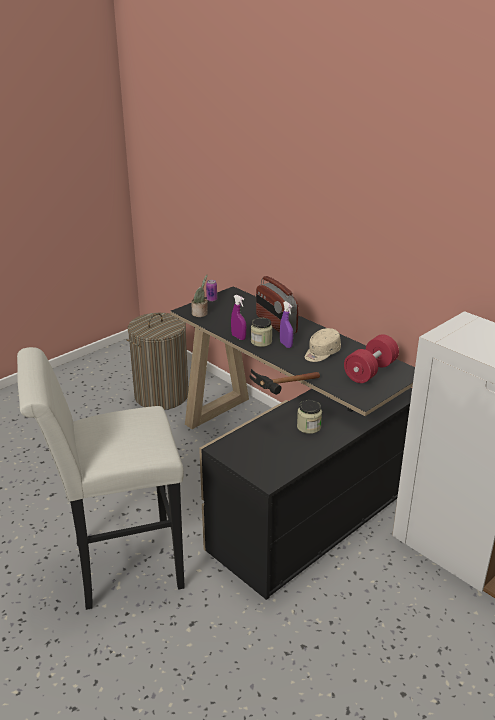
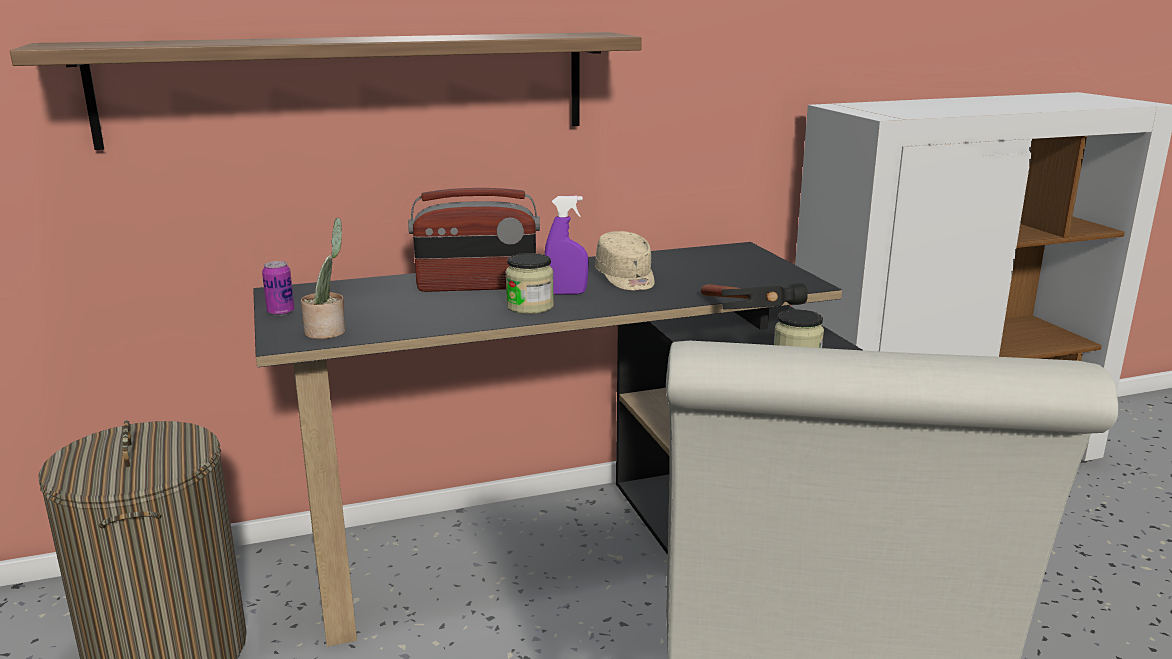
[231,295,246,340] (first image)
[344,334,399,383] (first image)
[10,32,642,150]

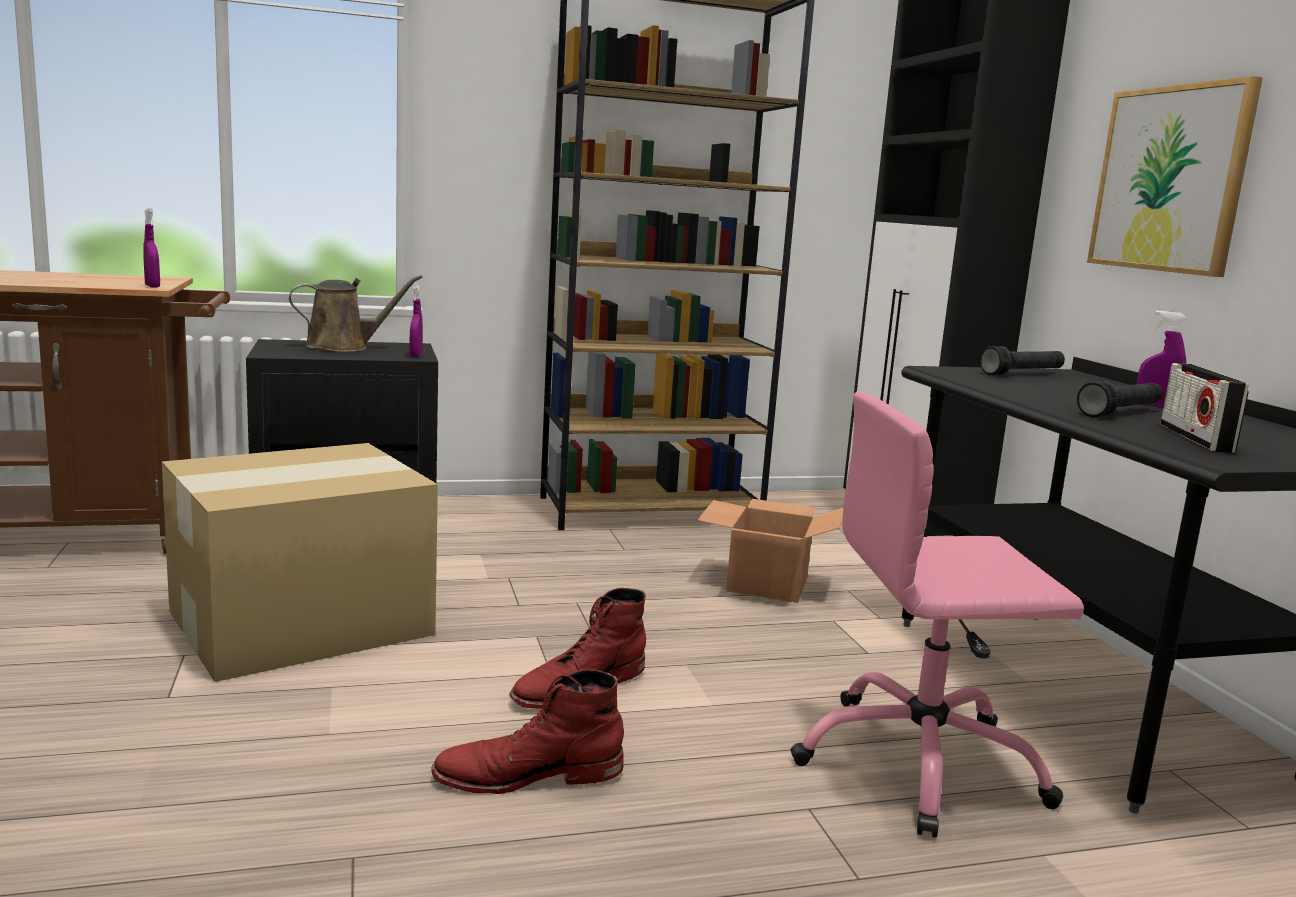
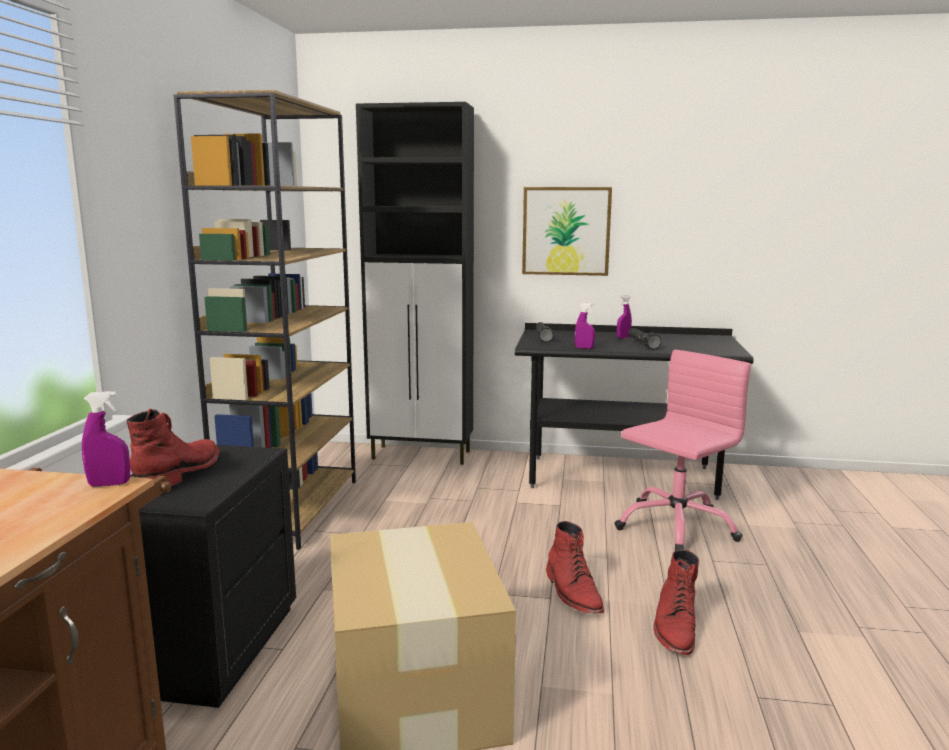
[126,409,219,486]
[575,303,595,349]
[697,499,843,603] (first image)
[614,350,751,551]
[1160,363,1249,453] (first image)

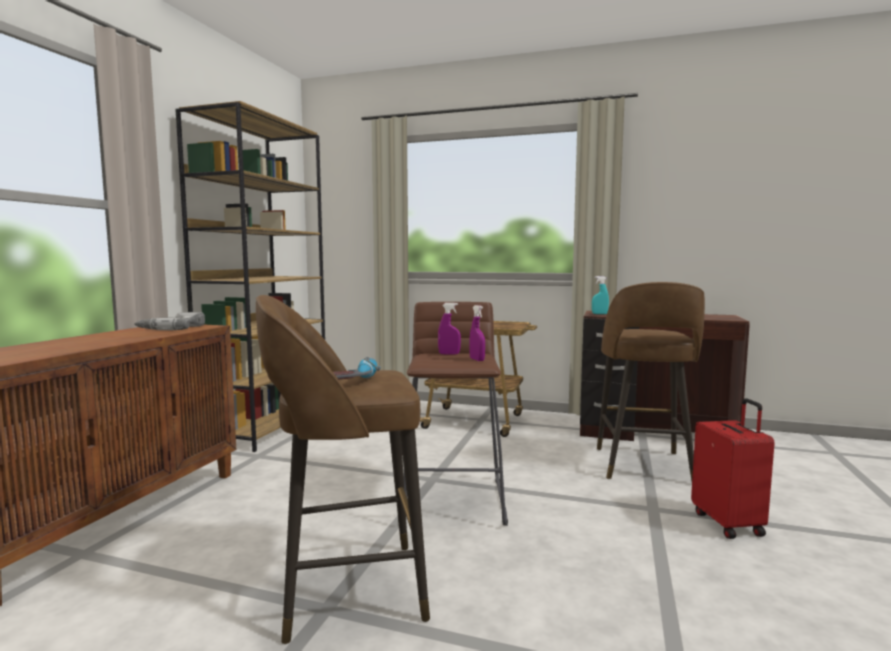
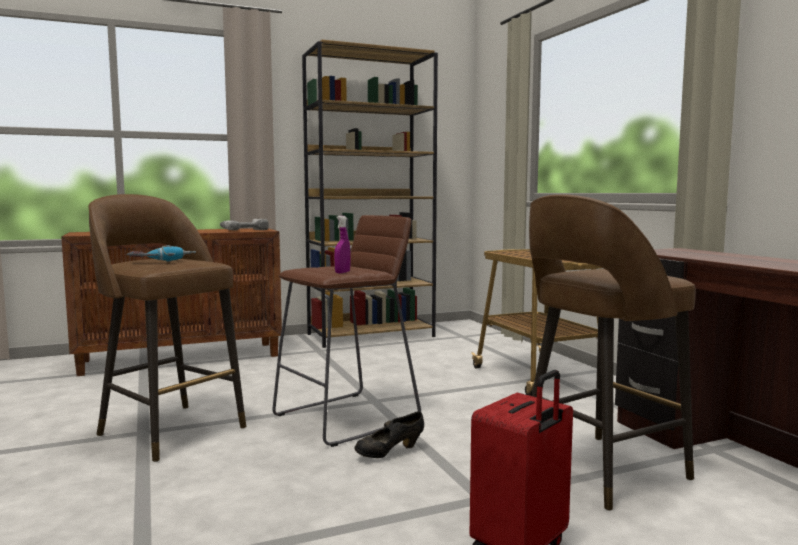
[438,303,461,355] (first image)
[592,276,609,314] (first image)
[354,412,424,458]

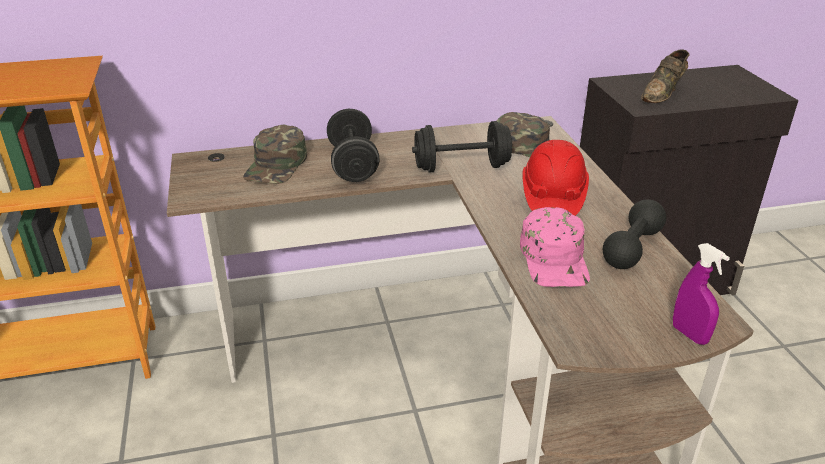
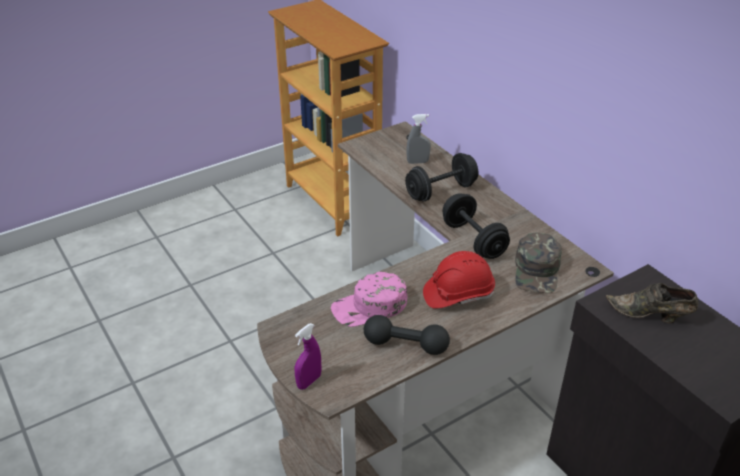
[406,114,431,164]

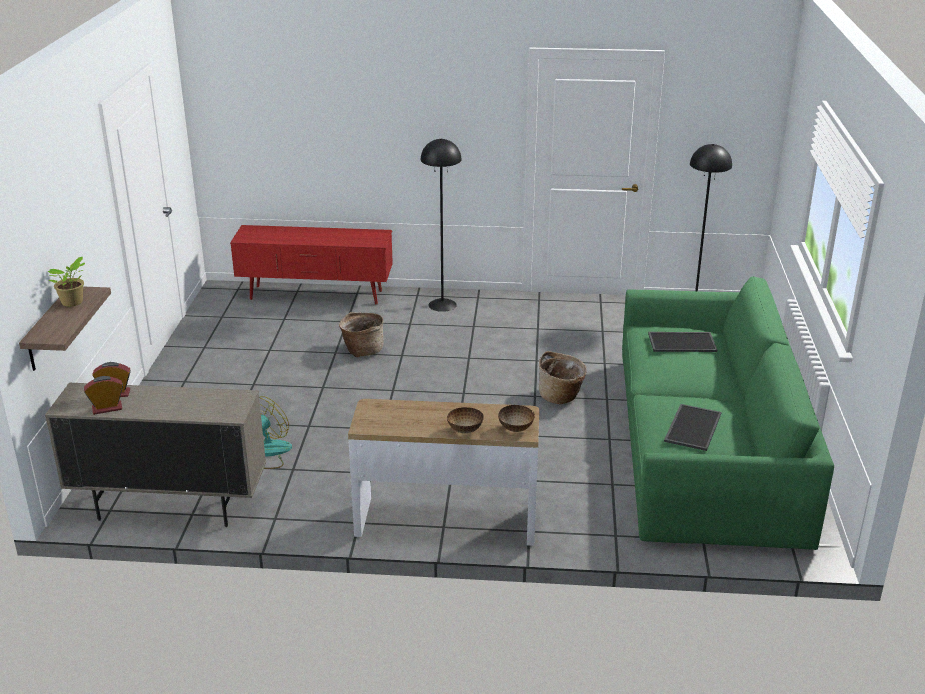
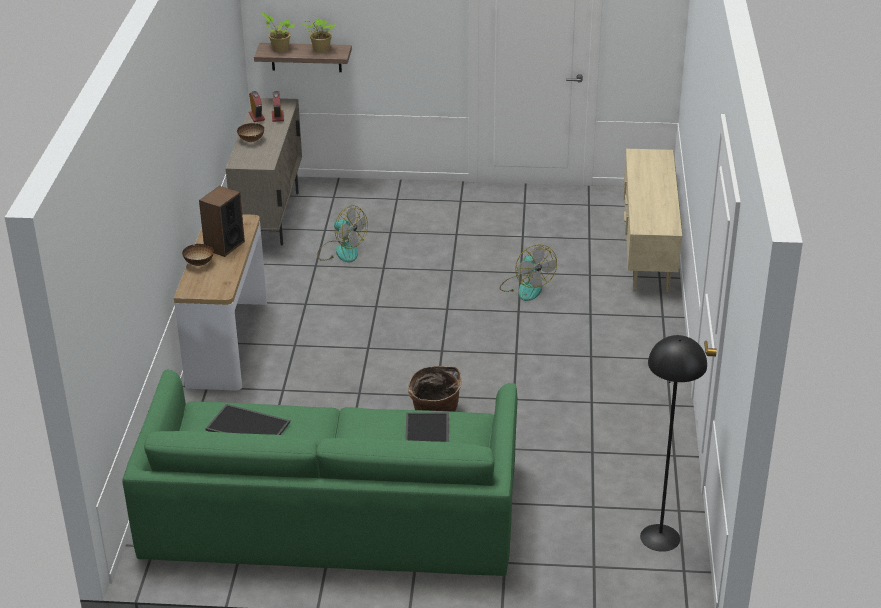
[624,149,683,292]
[500,245,557,301]
[421,139,462,312] (first image)
[237,123,264,142]
[199,186,245,257]
[261,12,295,52]

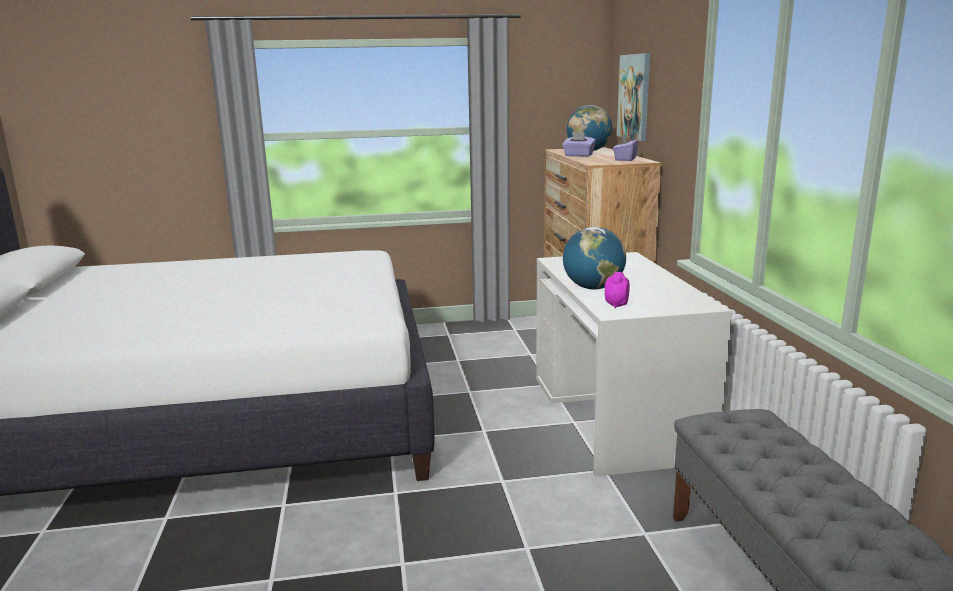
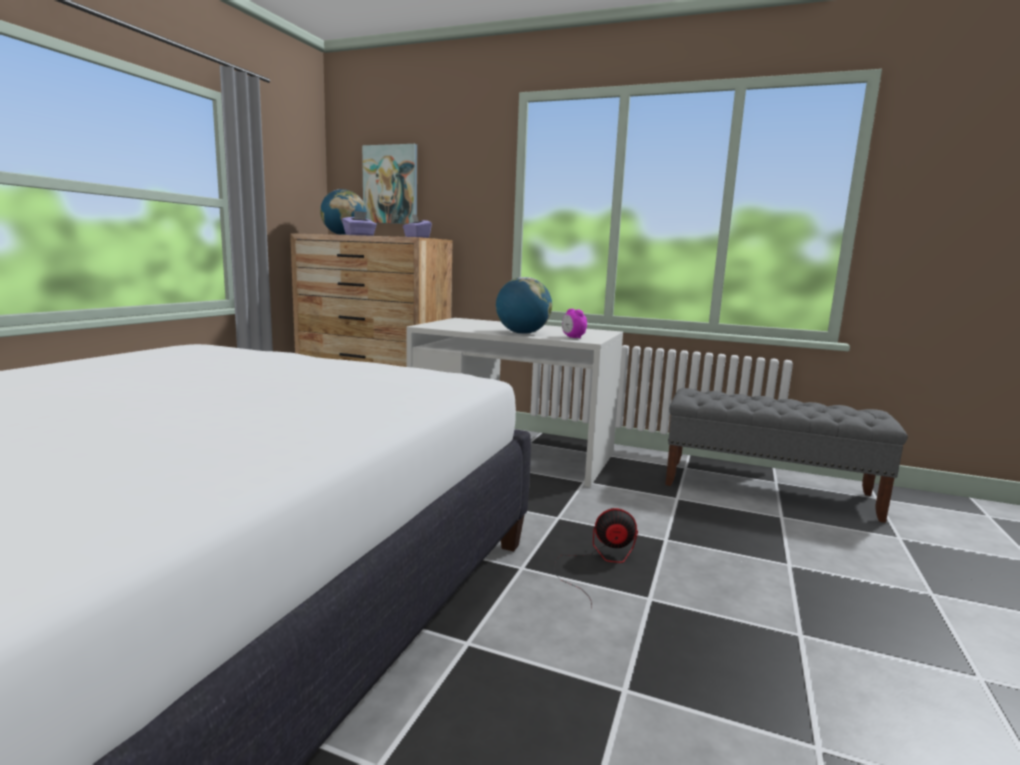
[554,508,638,609]

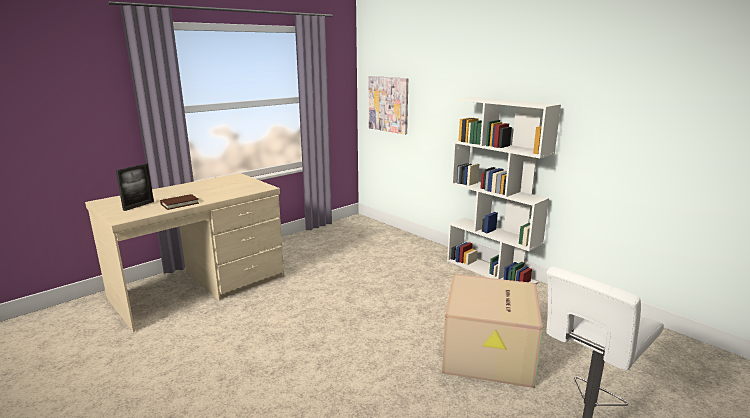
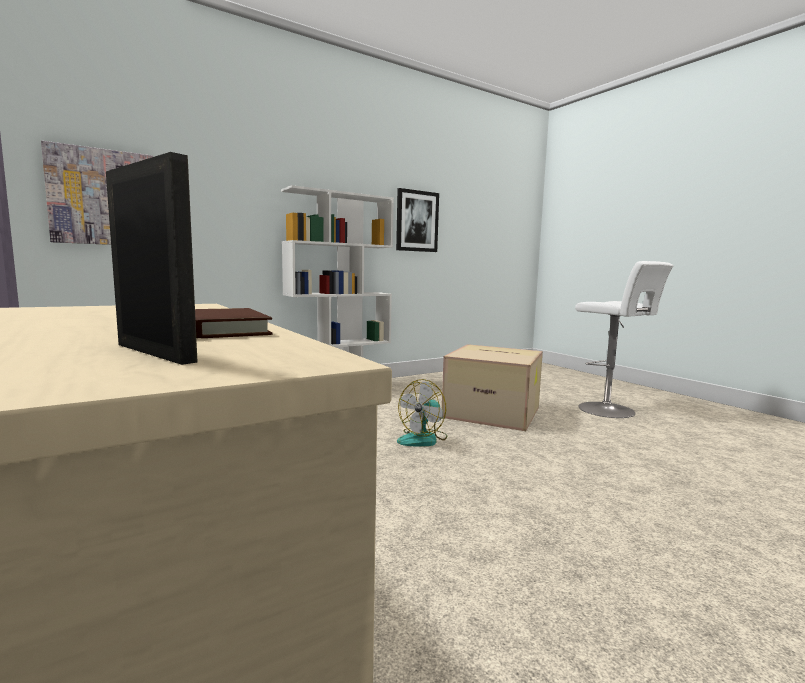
[396,188,439,252]
[397,379,447,447]

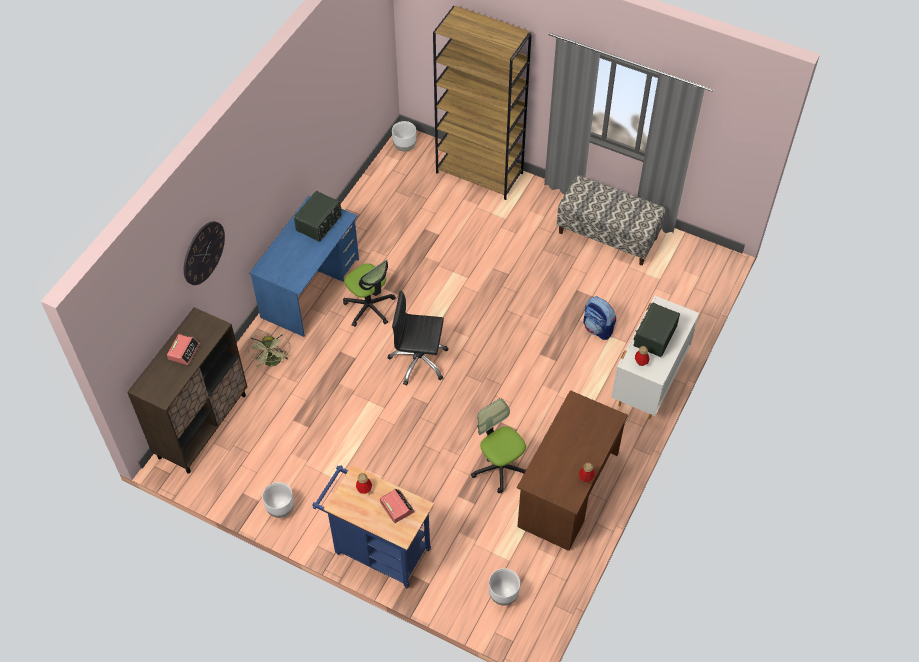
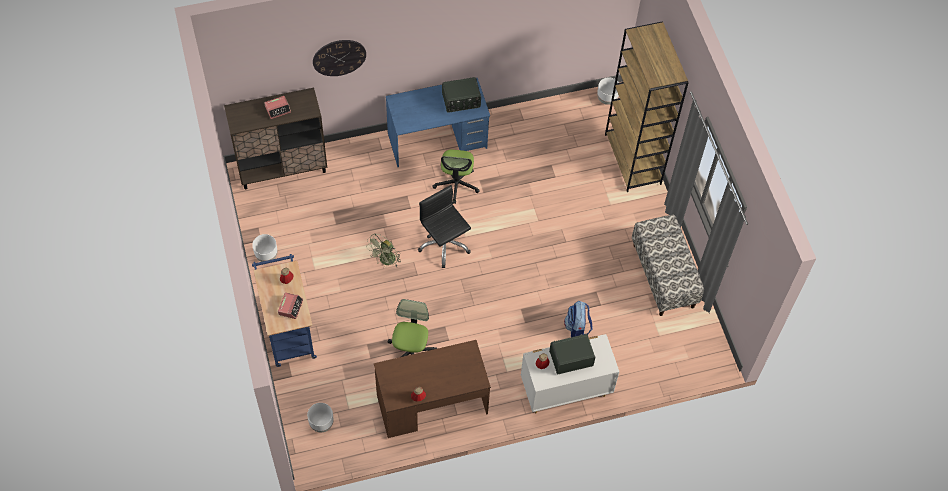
[366,233,401,268]

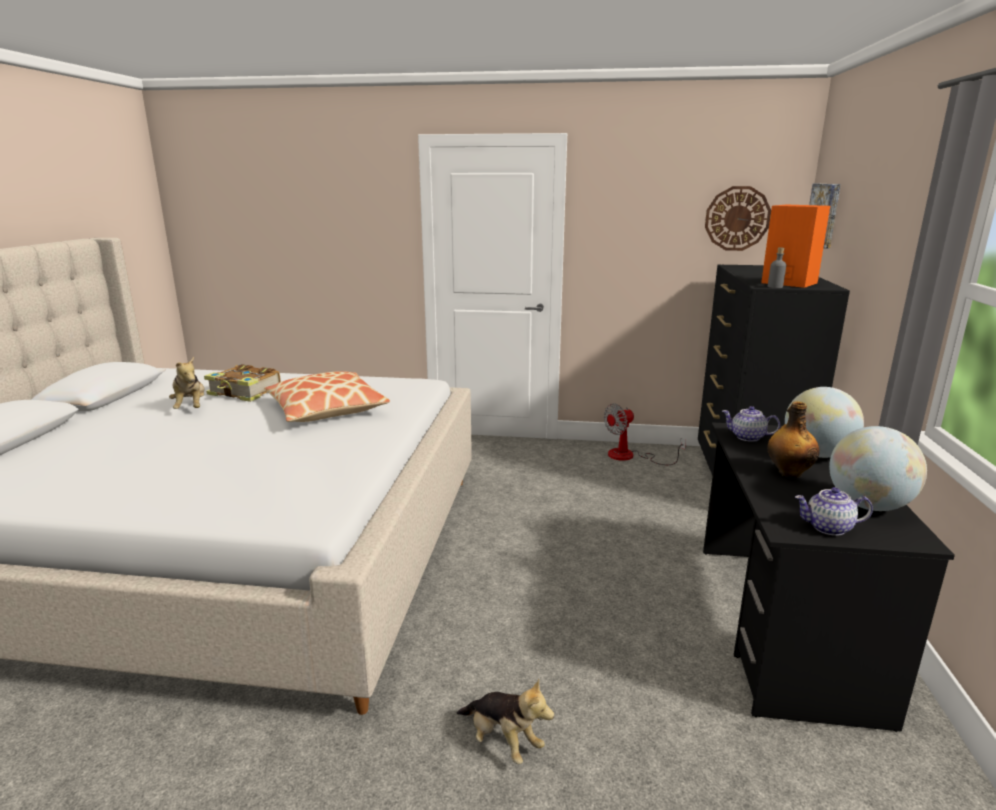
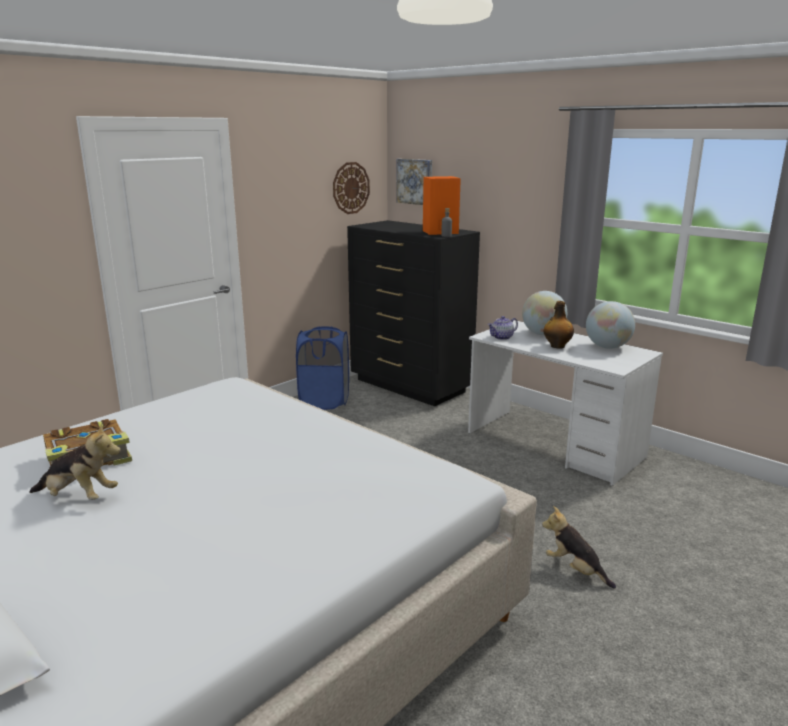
[264,371,390,422] (first image)
[542,506,616,589]
[296,326,349,410]
[468,320,663,486]
[795,487,873,536] (first image)

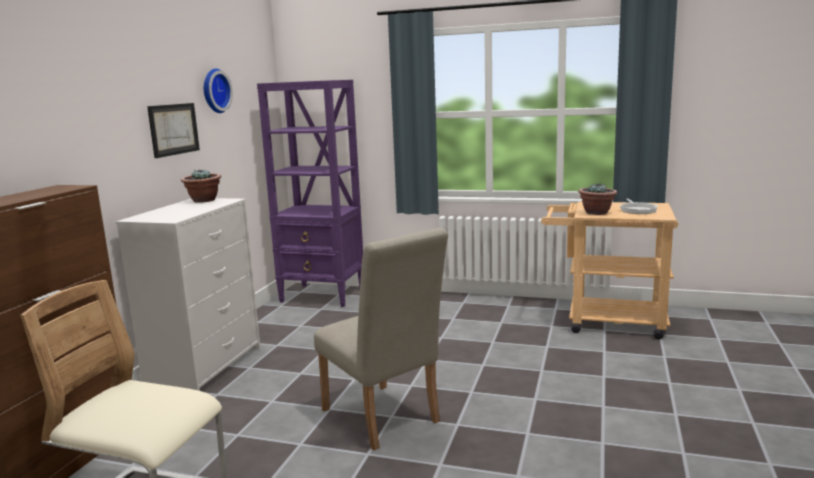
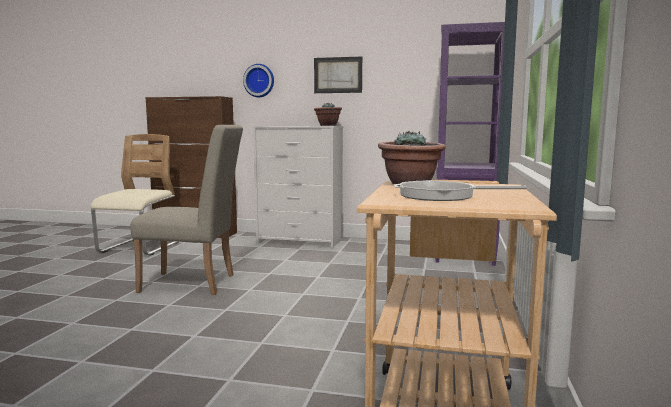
[243,64,274,97]
[131,125,243,295]

